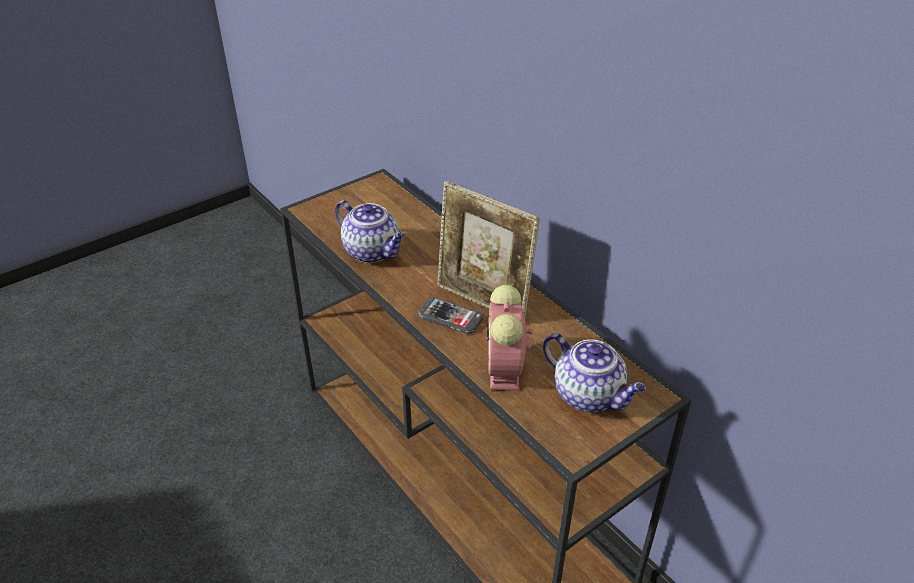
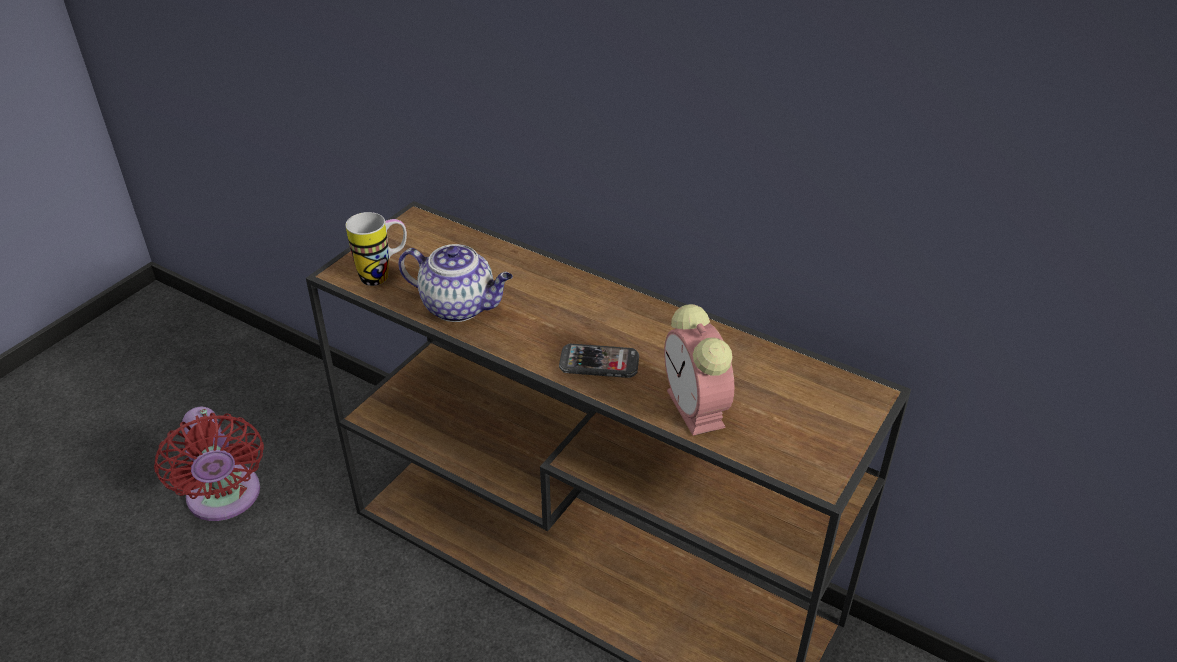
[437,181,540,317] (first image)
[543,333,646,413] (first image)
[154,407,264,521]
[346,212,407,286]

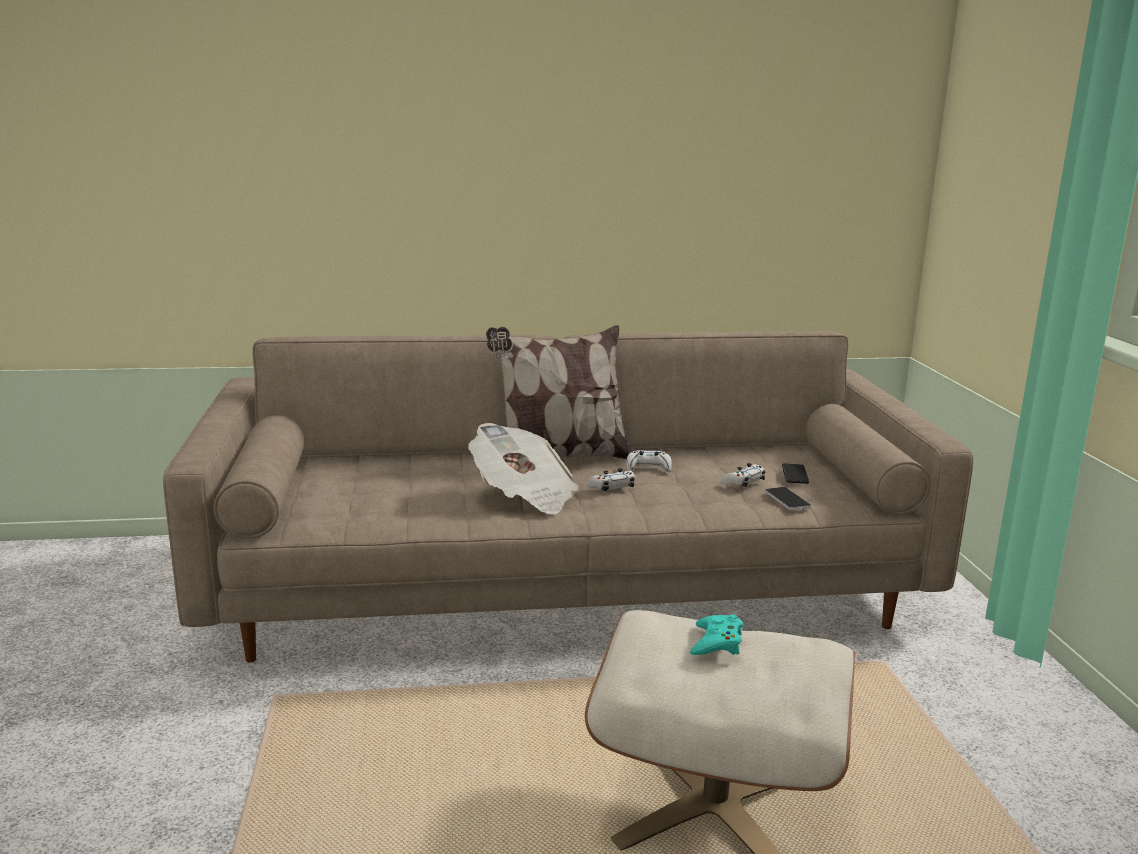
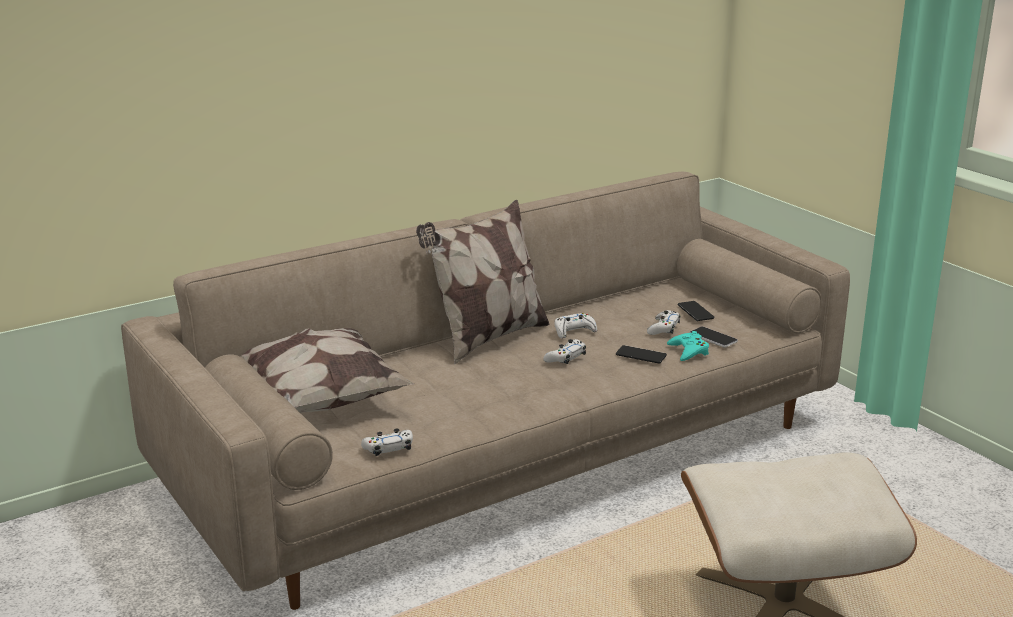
[468,423,579,515] (first image)
[667,331,709,361]
[241,328,414,413]
[361,428,413,456]
[616,345,667,363]

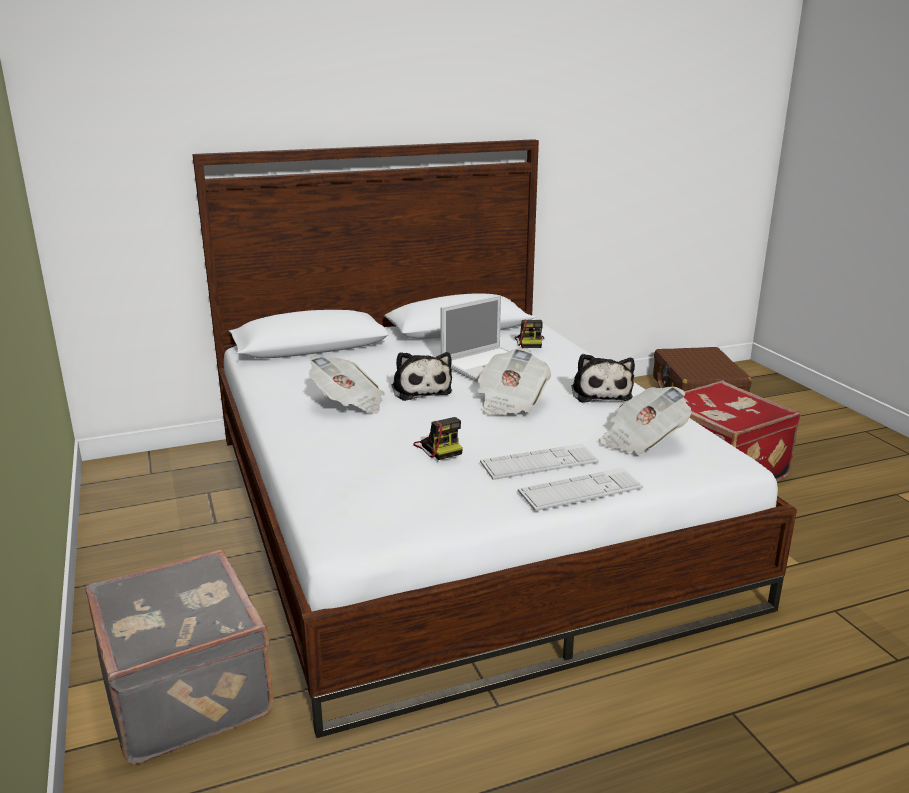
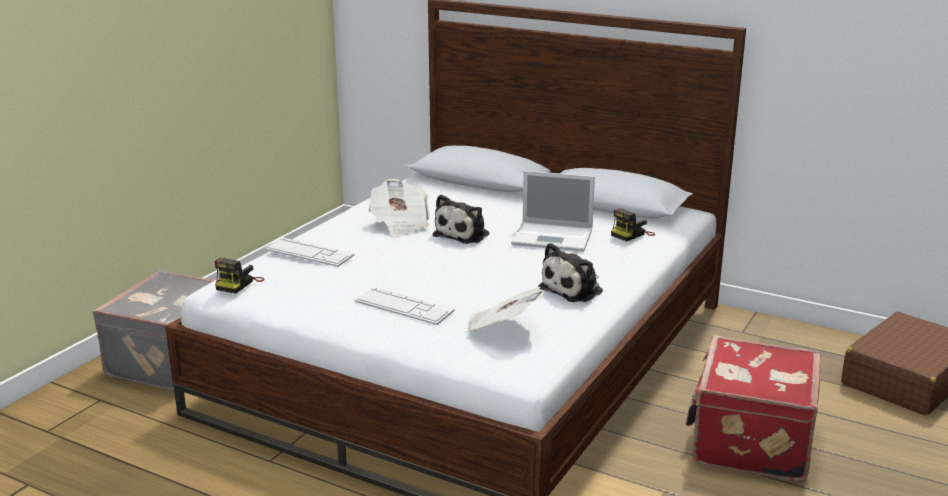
[215,258,265,294]
[477,348,551,415] (first image)
[265,237,355,267]

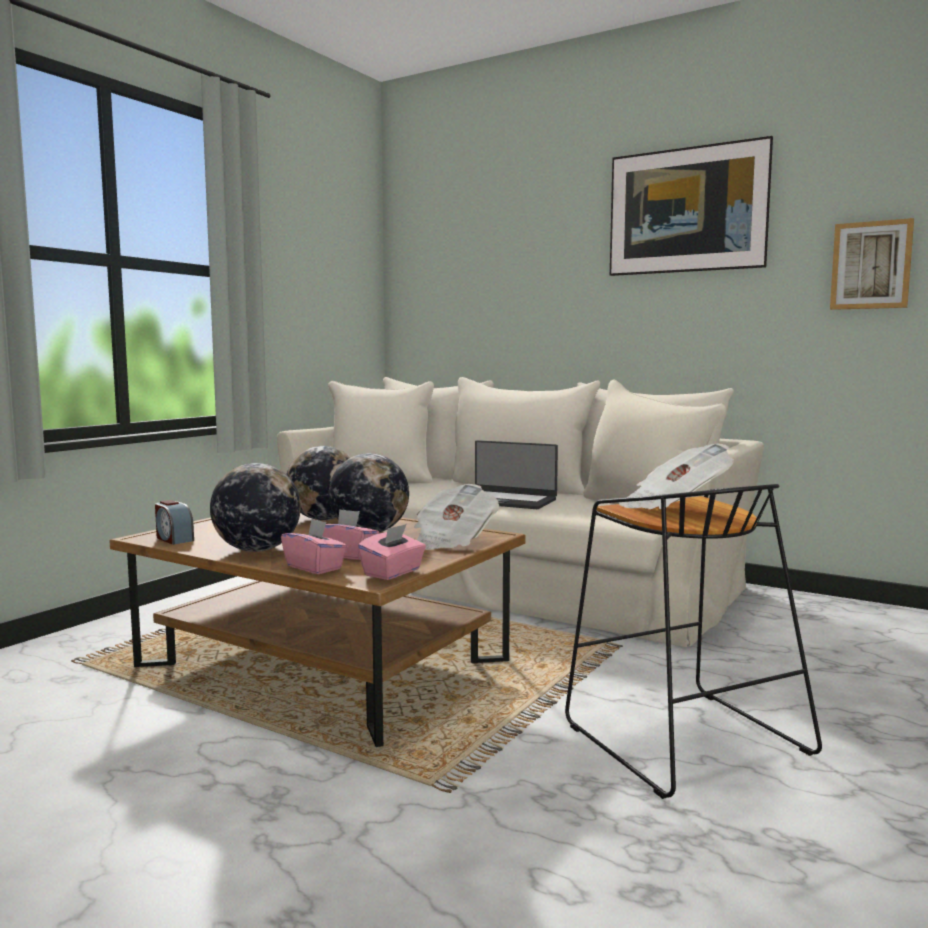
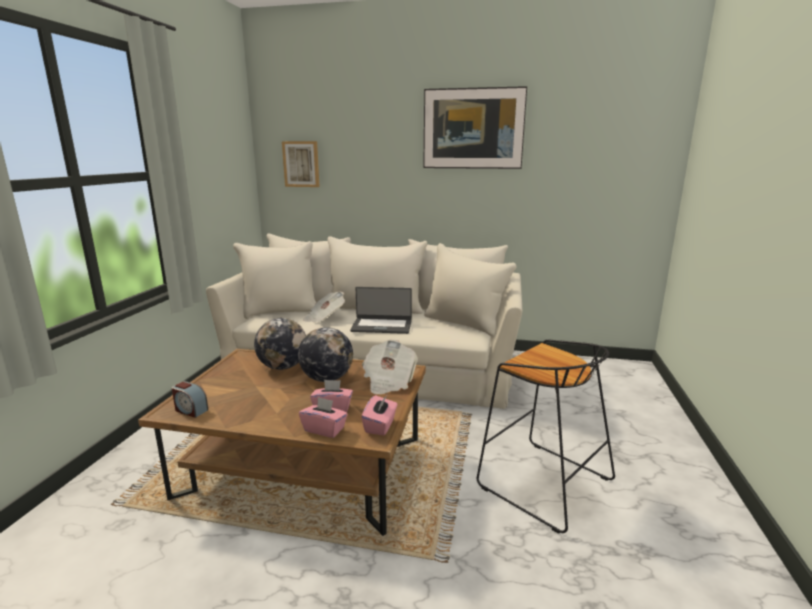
[210,463,301,552] (first image)
[303,291,345,323]
[282,141,320,187]

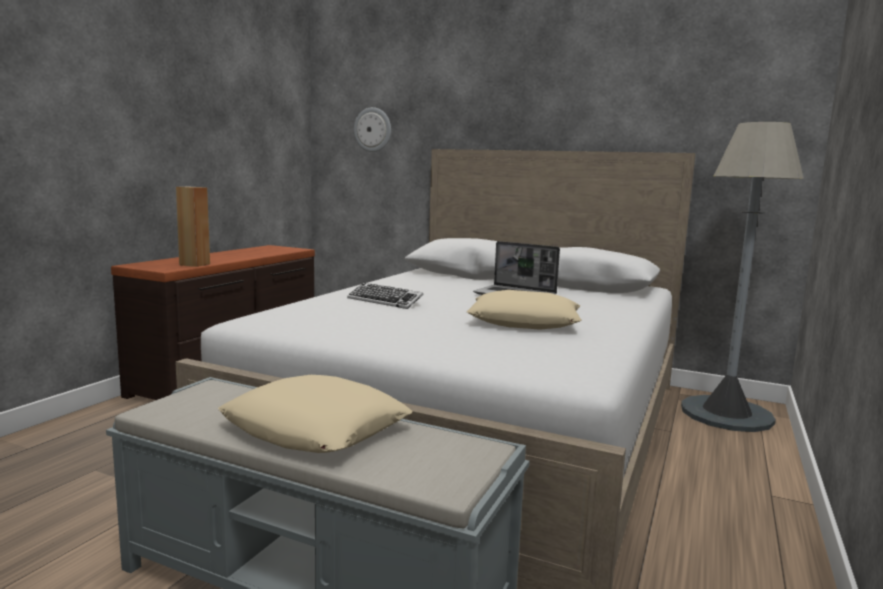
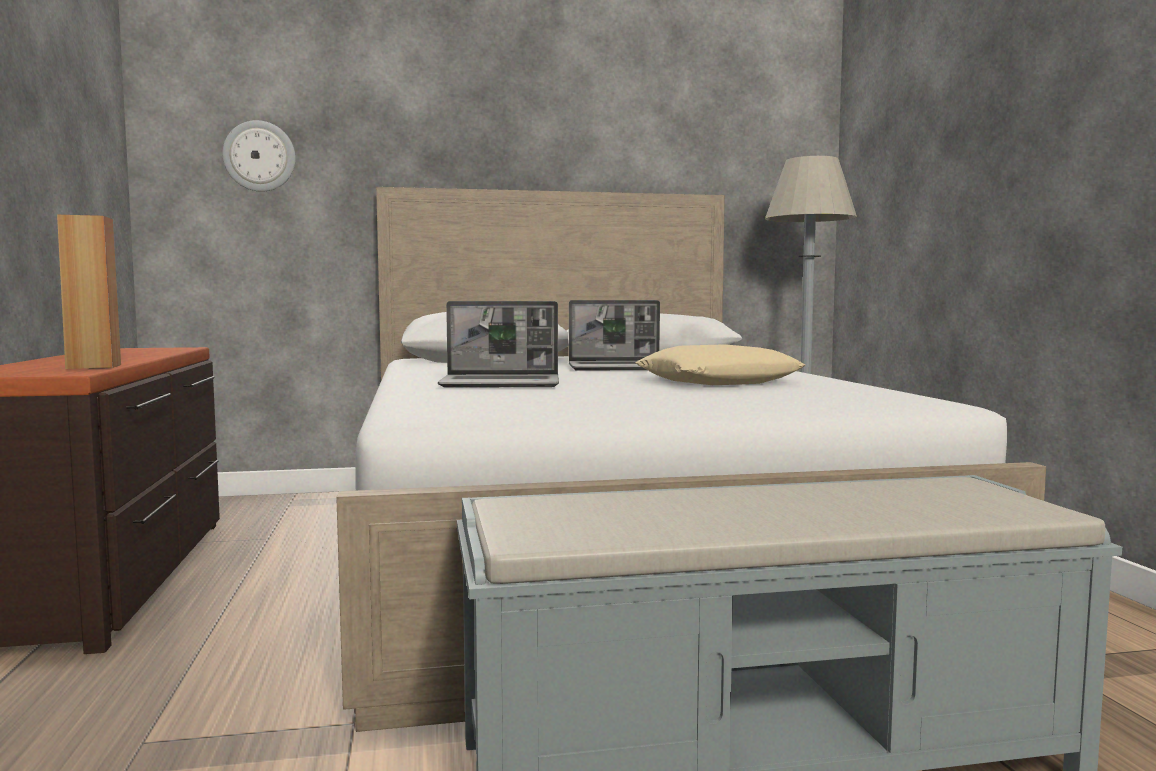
[218,375,412,453] (first image)
[438,301,559,388]

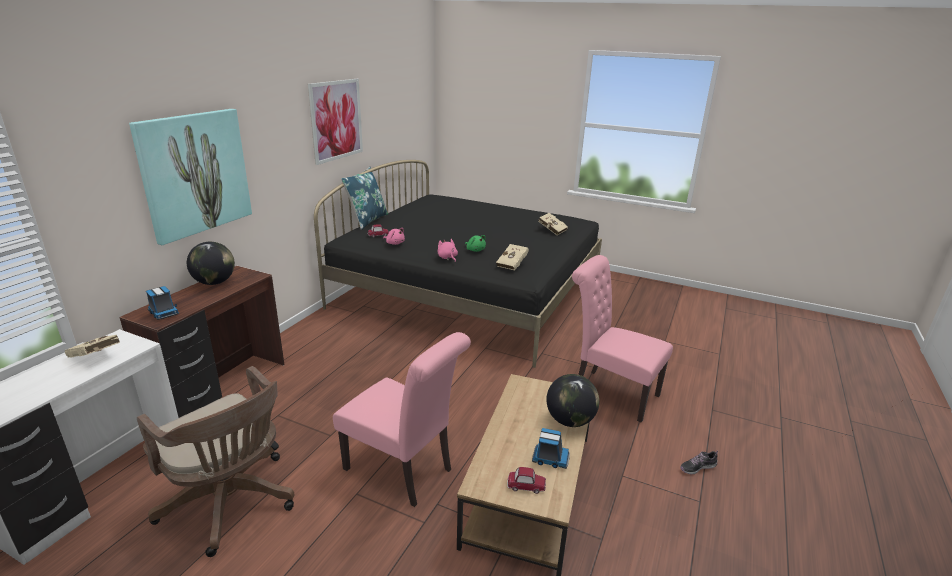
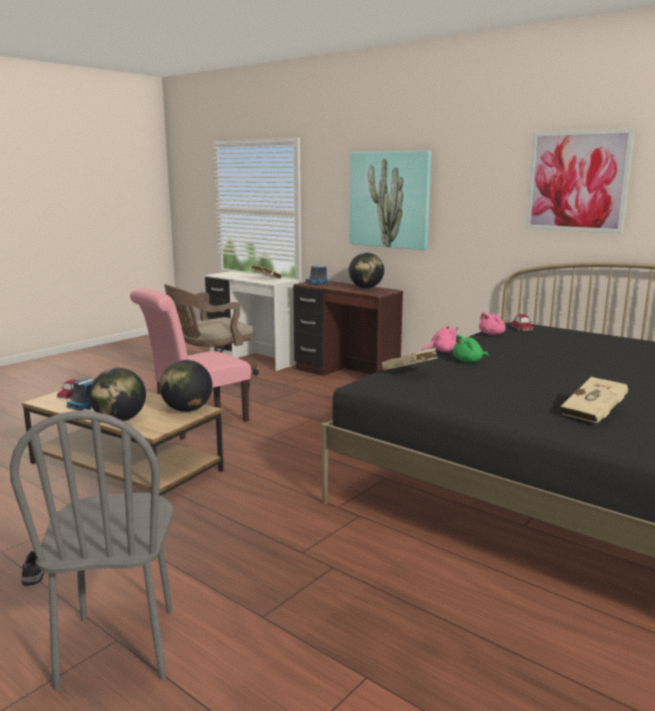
[341,167,388,230] (first image)
[572,255,673,423] (first image)
[10,411,173,690]
[159,360,212,412]

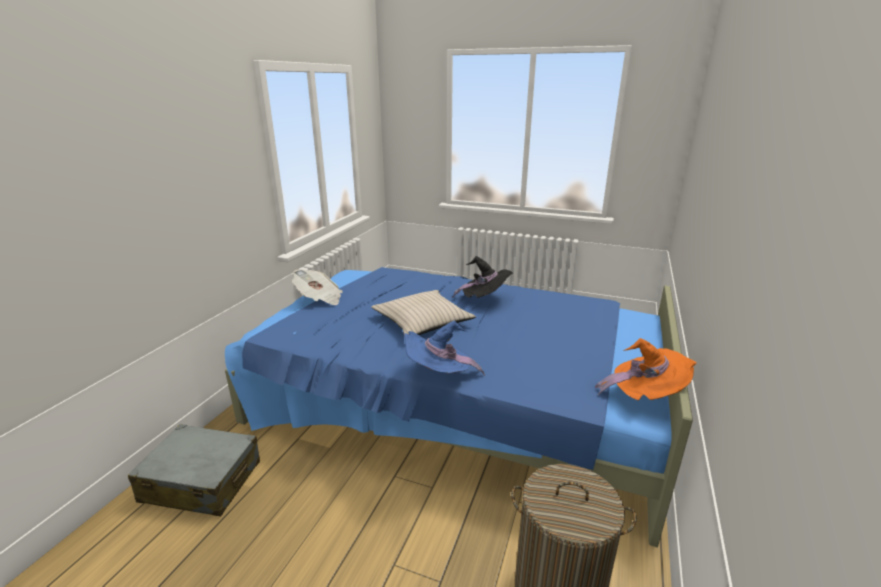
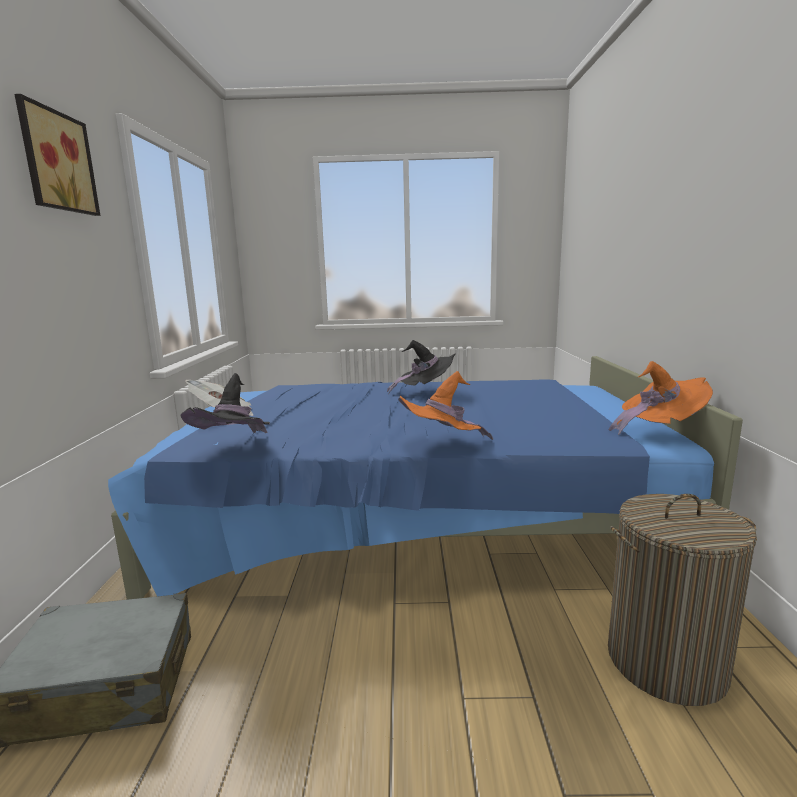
[371,290,476,335] (first image)
[398,371,493,440]
[15,94,101,216]
[180,373,270,433]

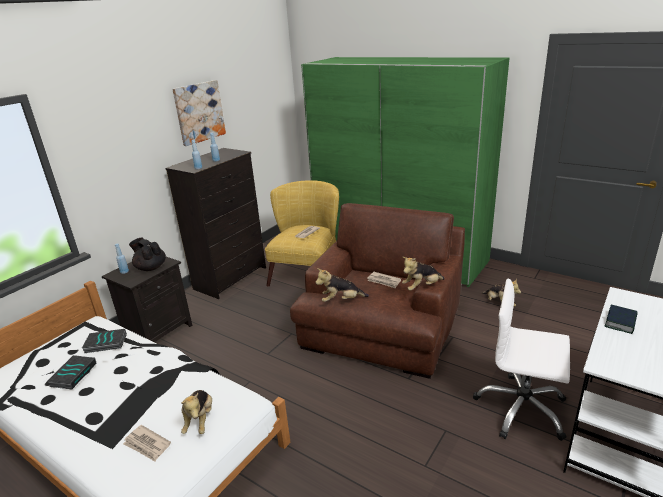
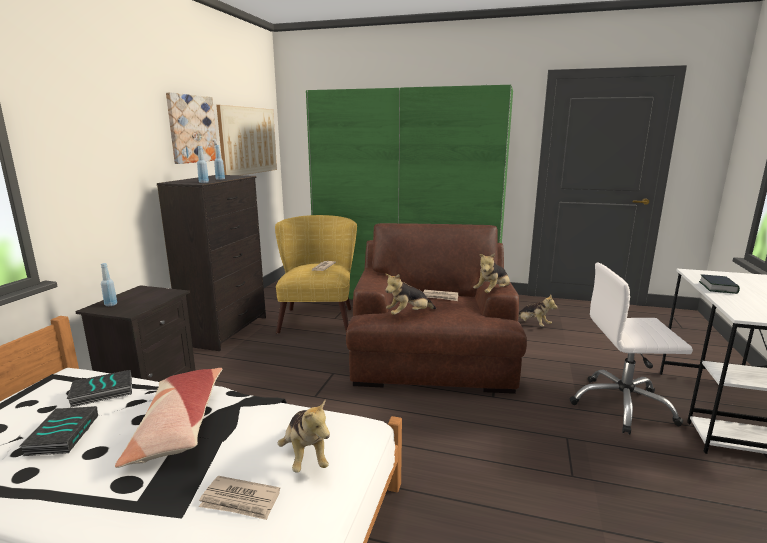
[129,238,166,271] (first image)
[115,368,222,468]
[216,105,277,175]

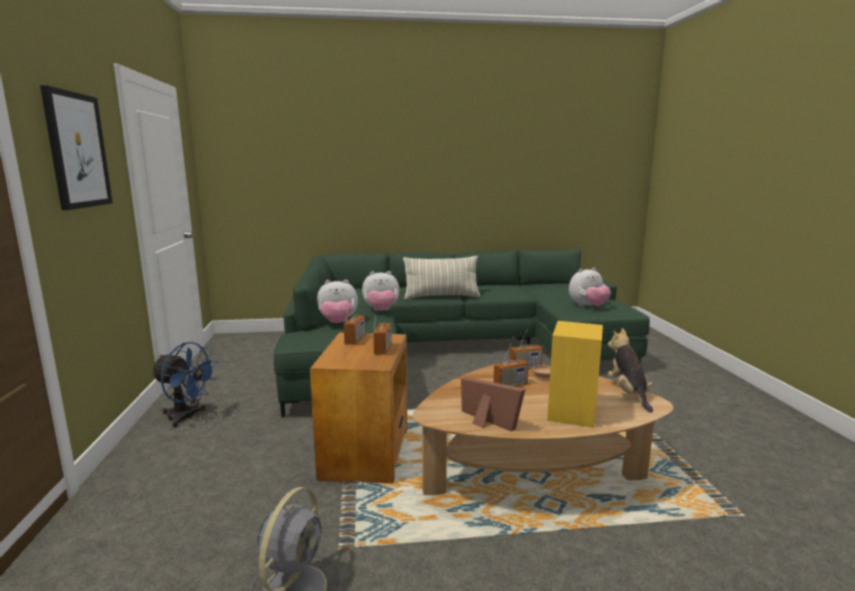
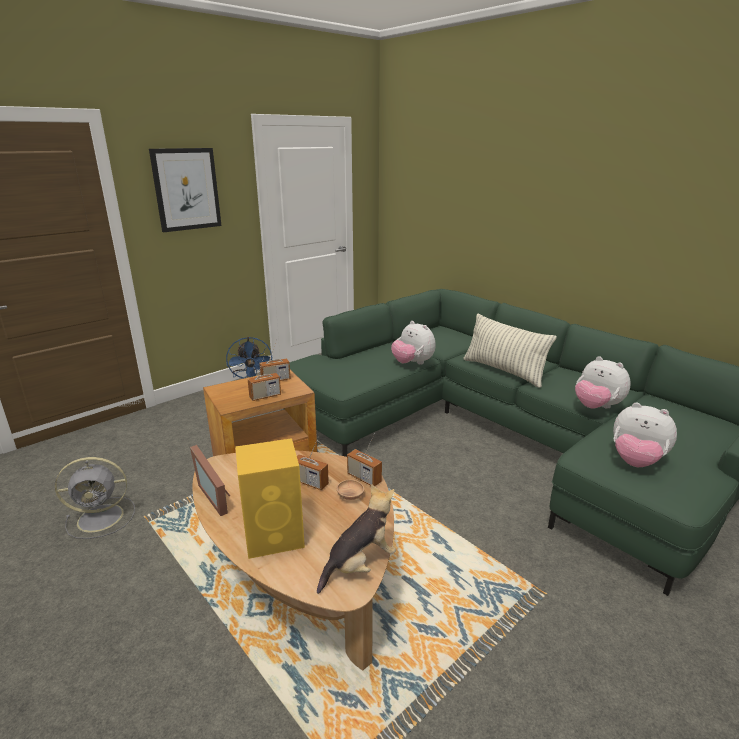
[575,356,631,409]
[190,445,230,516]

